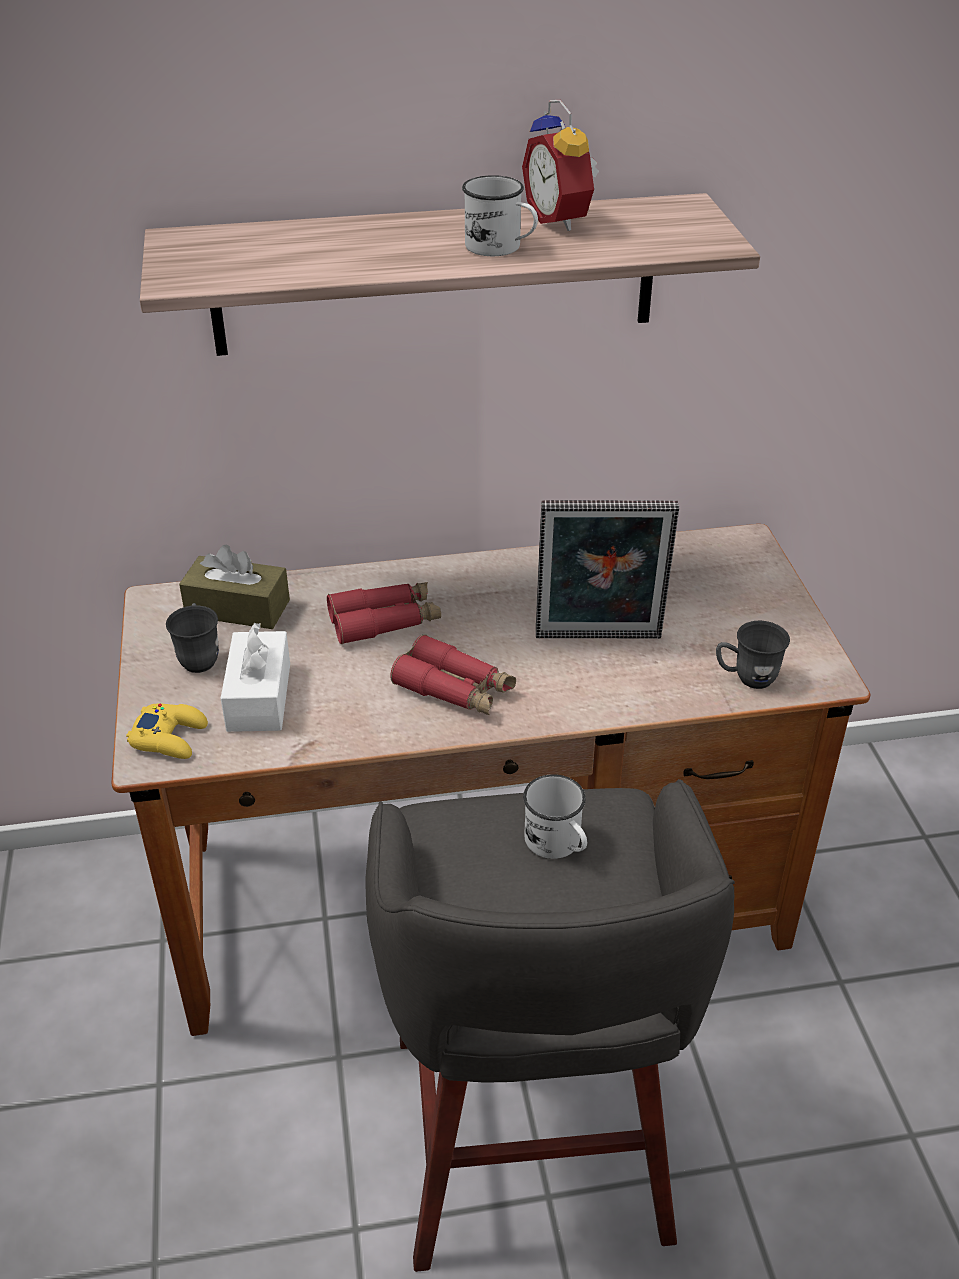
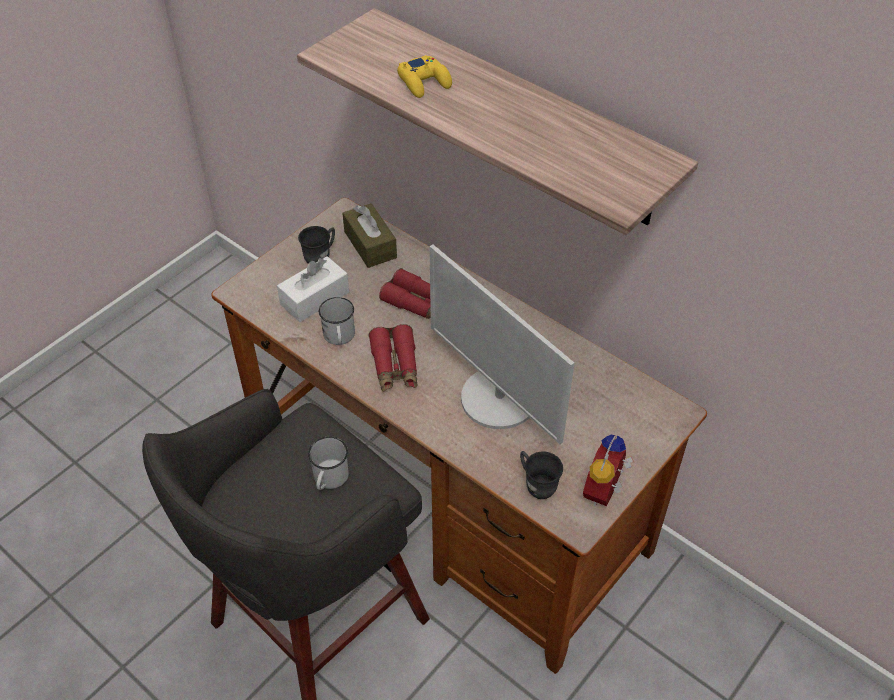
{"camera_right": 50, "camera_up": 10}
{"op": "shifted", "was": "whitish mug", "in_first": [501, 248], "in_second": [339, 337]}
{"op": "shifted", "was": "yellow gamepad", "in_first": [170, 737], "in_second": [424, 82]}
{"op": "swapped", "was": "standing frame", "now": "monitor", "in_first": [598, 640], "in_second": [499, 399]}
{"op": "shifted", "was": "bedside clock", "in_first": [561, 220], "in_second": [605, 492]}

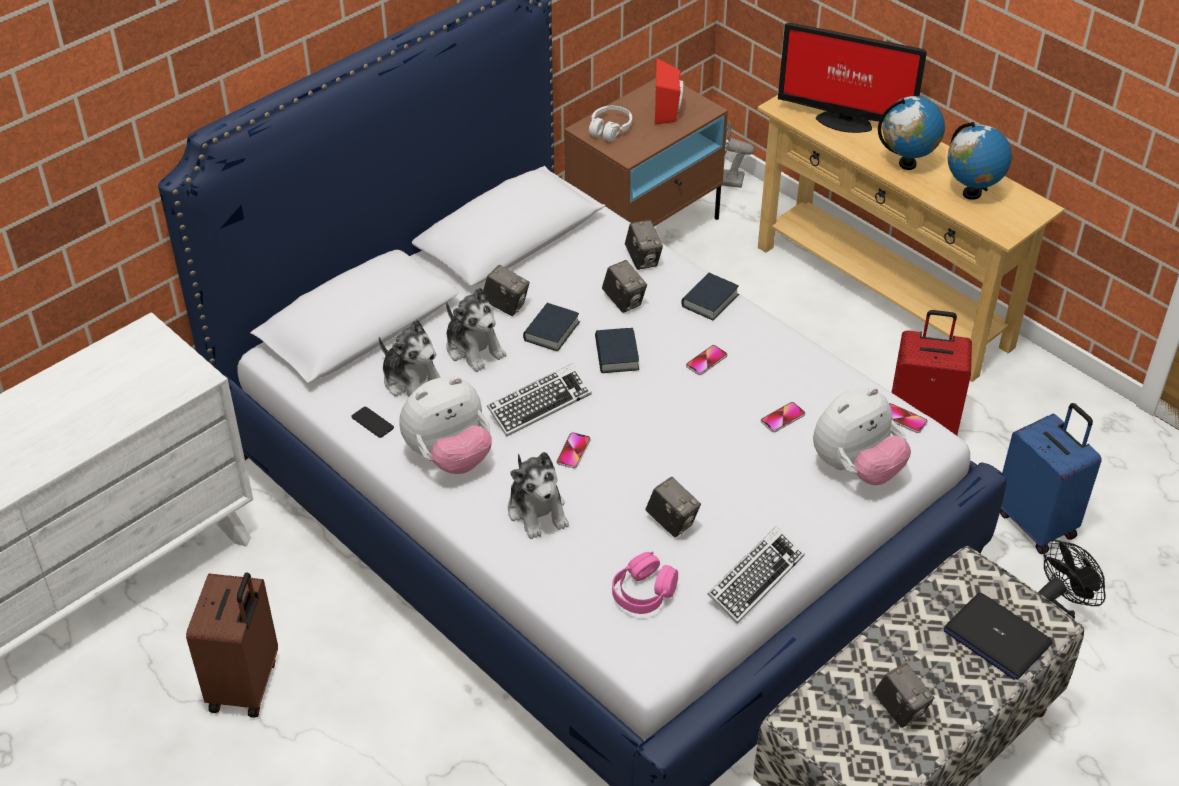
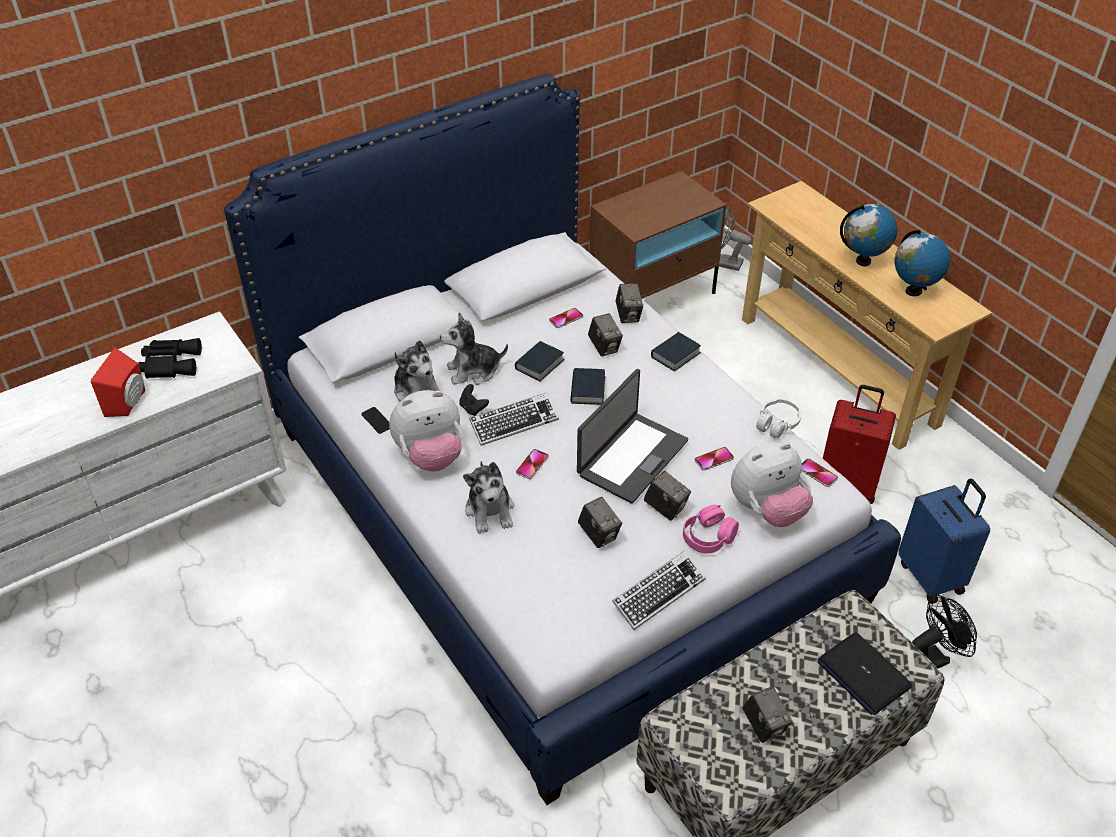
{"camera_right": 10, "camera_up": 0}
{"op": "shifted", "was": "reddish audio speaker", "in_first": [668, 111], "in_second": [129, 402]}
{"op": "new", "now": "black pair of binoculars", "in_second": [170, 363]}
{"op": "rotated", "was": "cuddly toy", "in_first": [474, 348], "in_second": [473, 371], "clockwise": 105}
{"op": "new", "now": "black gamepad", "in_second": [473, 408]}
{"op": "shifted", "was": "handset", "in_first": [706, 361], "in_second": [566, 318]}
{"op": "new", "now": "portable computer", "in_second": [631, 457]}
{"op": "shifted", "was": "photo camera", "in_first": [506, 305], "in_second": [666, 508]}
{"op": "shifted", "was": "pink headphones", "in_first": [643, 593], "in_second": [708, 537]}
{"op": "shifted", "was": "whitish headphones", "in_first": [610, 129], "in_second": [777, 423]}
{"op": "gone", "was": "brown piece of luggage", "in_first": [246, 685]}
{"op": "gone", "was": "monitor", "in_first": [843, 120]}

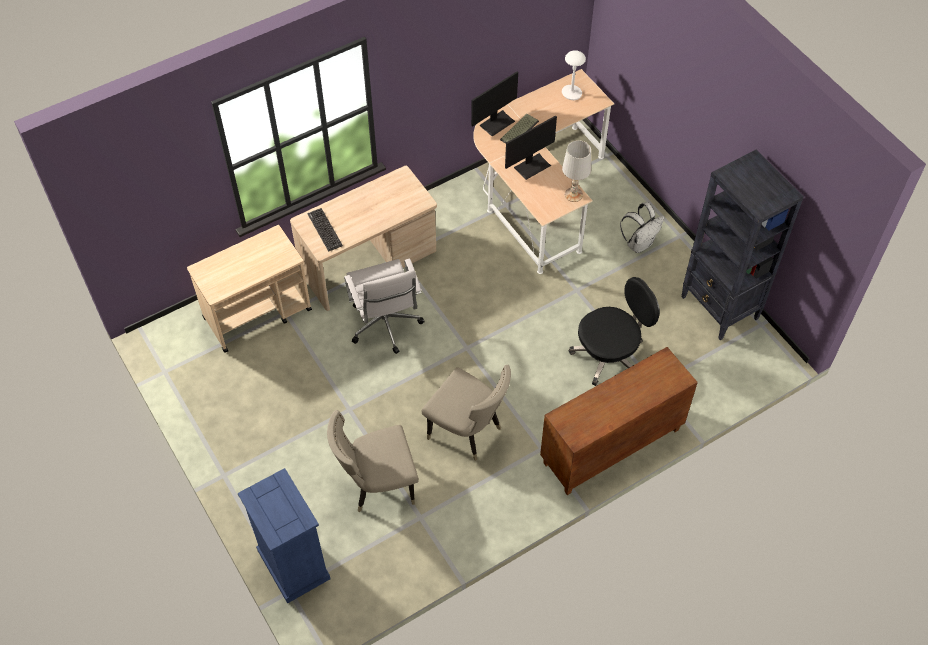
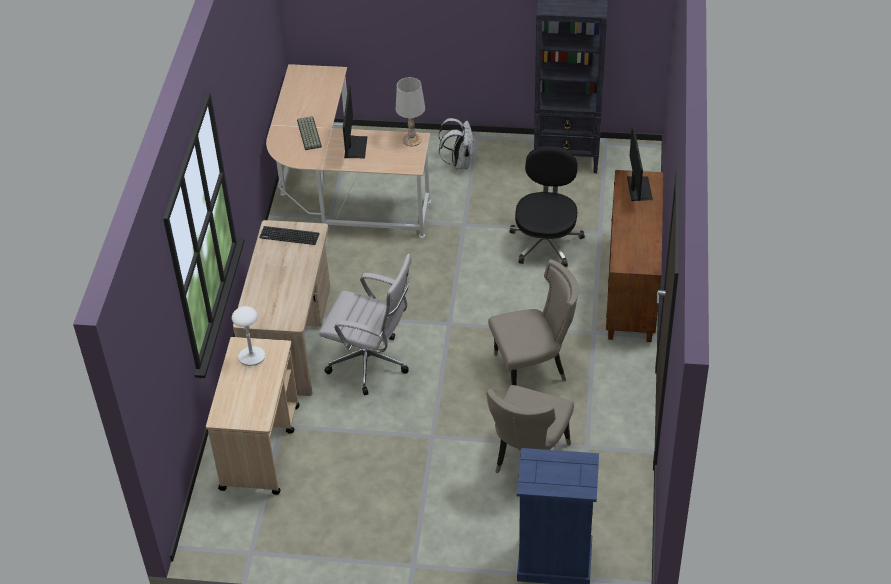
{"camera_right": -50, "camera_up": -10}
{"op": "shifted", "was": "whitish lamp for a table", "in_first": [571, 93], "in_second": [252, 357]}
{"op": "shifted", "was": "keyboard", "in_first": [325, 230], "in_second": [289, 236]}
{"op": "shifted", "was": "monitor", "in_first": [497, 122], "in_second": [638, 188]}

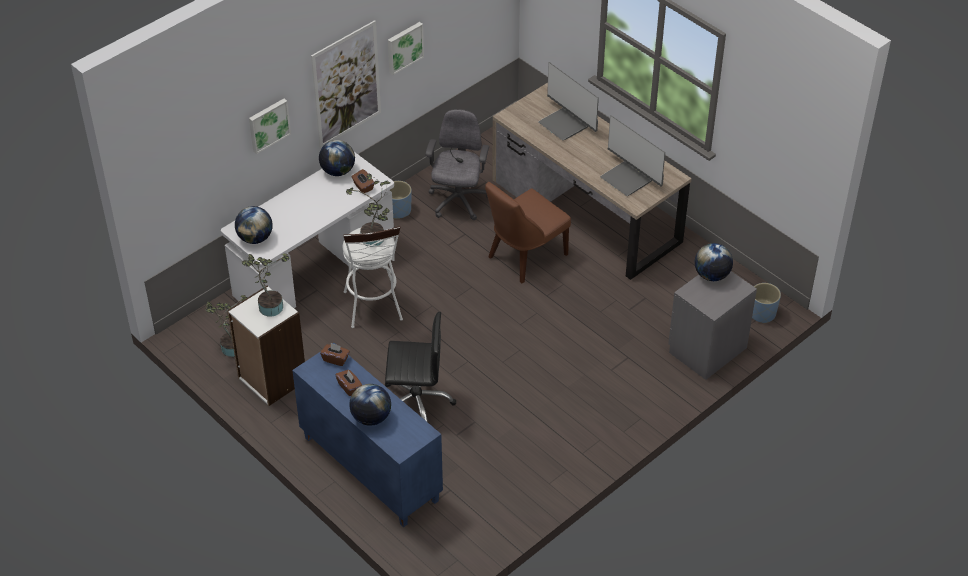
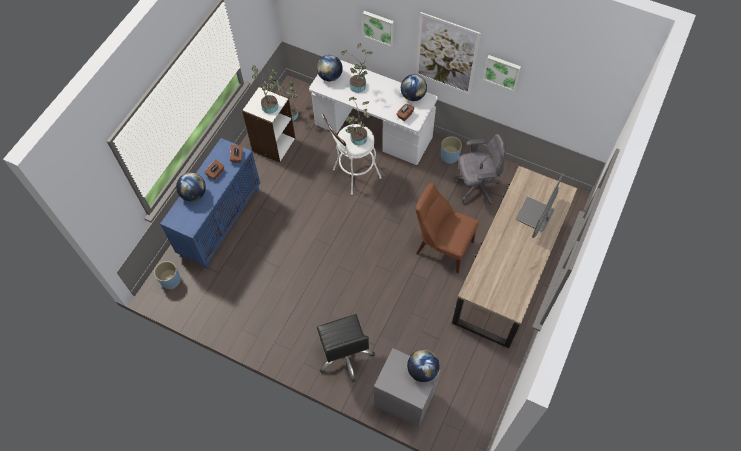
{"camera_right": 70, "camera_up": 15}
{"op": "shifted", "was": "bluish plant pot", "in_first": [762, 314], "in_second": [170, 280]}
{"op": "shifted", "was": "black desk chair", "in_first": [416, 402], "in_second": [345, 355]}
{"op": "new", "now": "houseplant", "in_second": [358, 87]}
{"op": "gone", "was": "monitor", "in_first": [627, 178]}

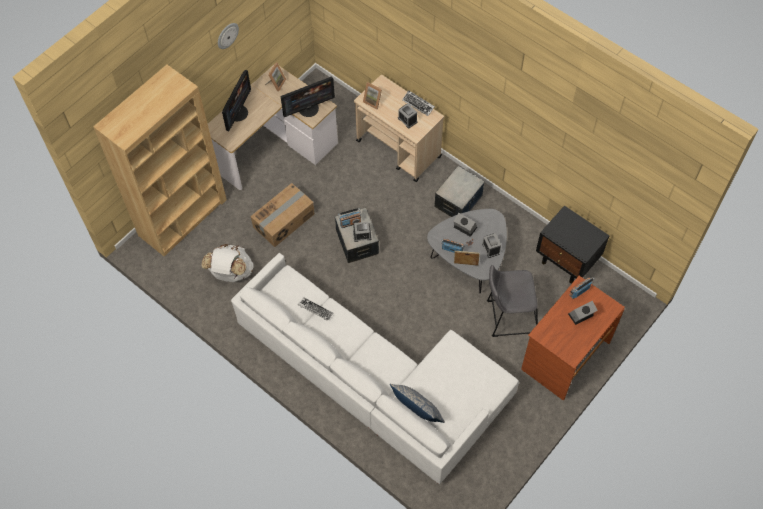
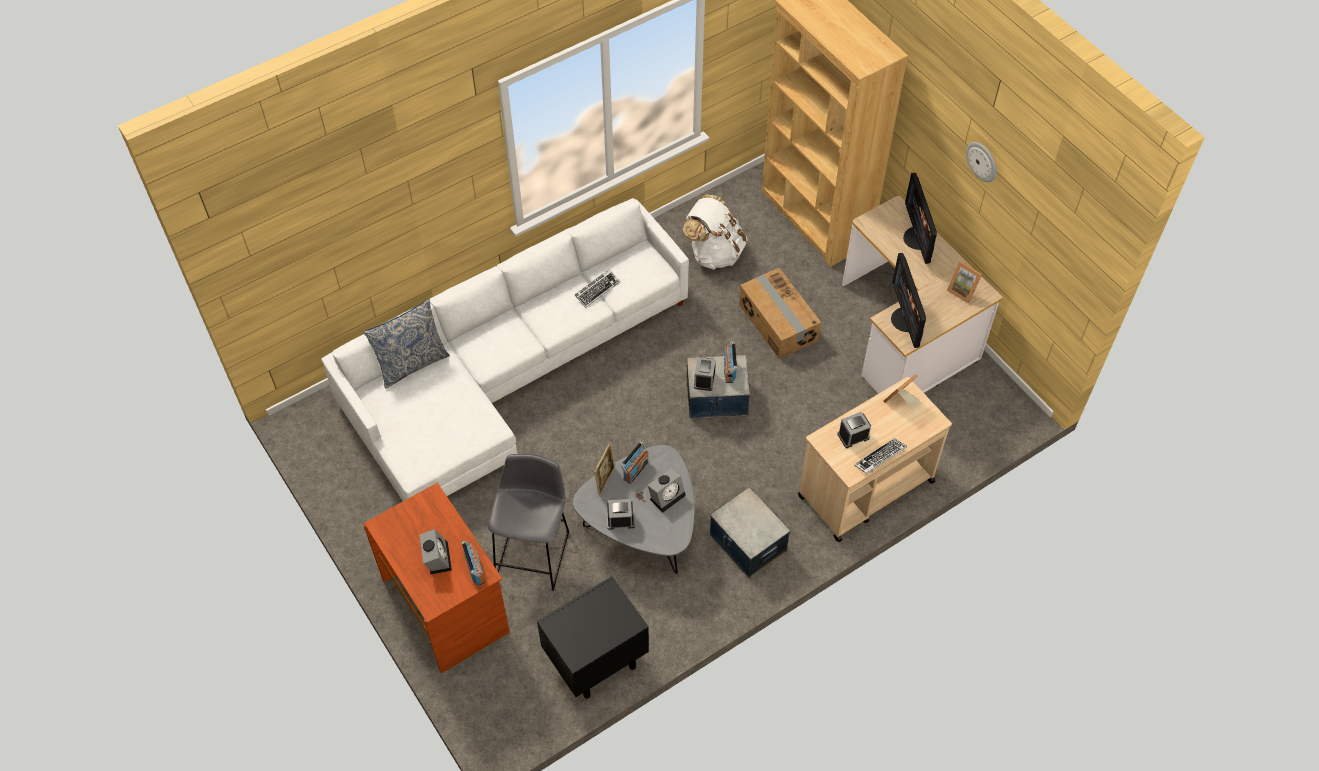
{"camera_right": 105, "camera_up": -5}
{"op": "rotated", "was": "monitor", "in_first": [237, 113], "in_second": [918, 238], "clockwise": 45}

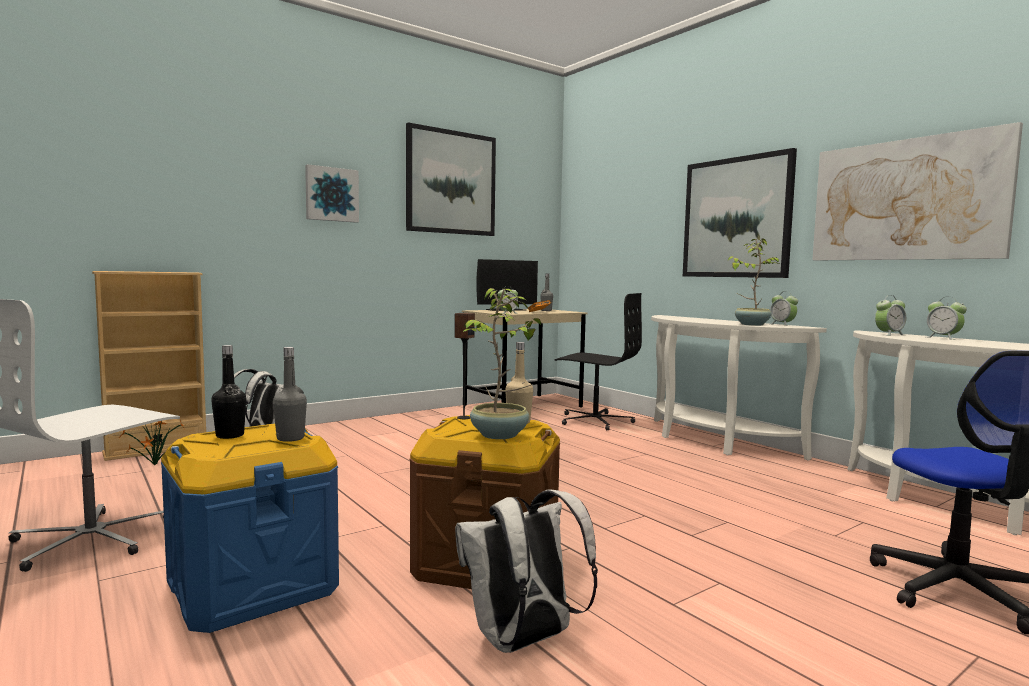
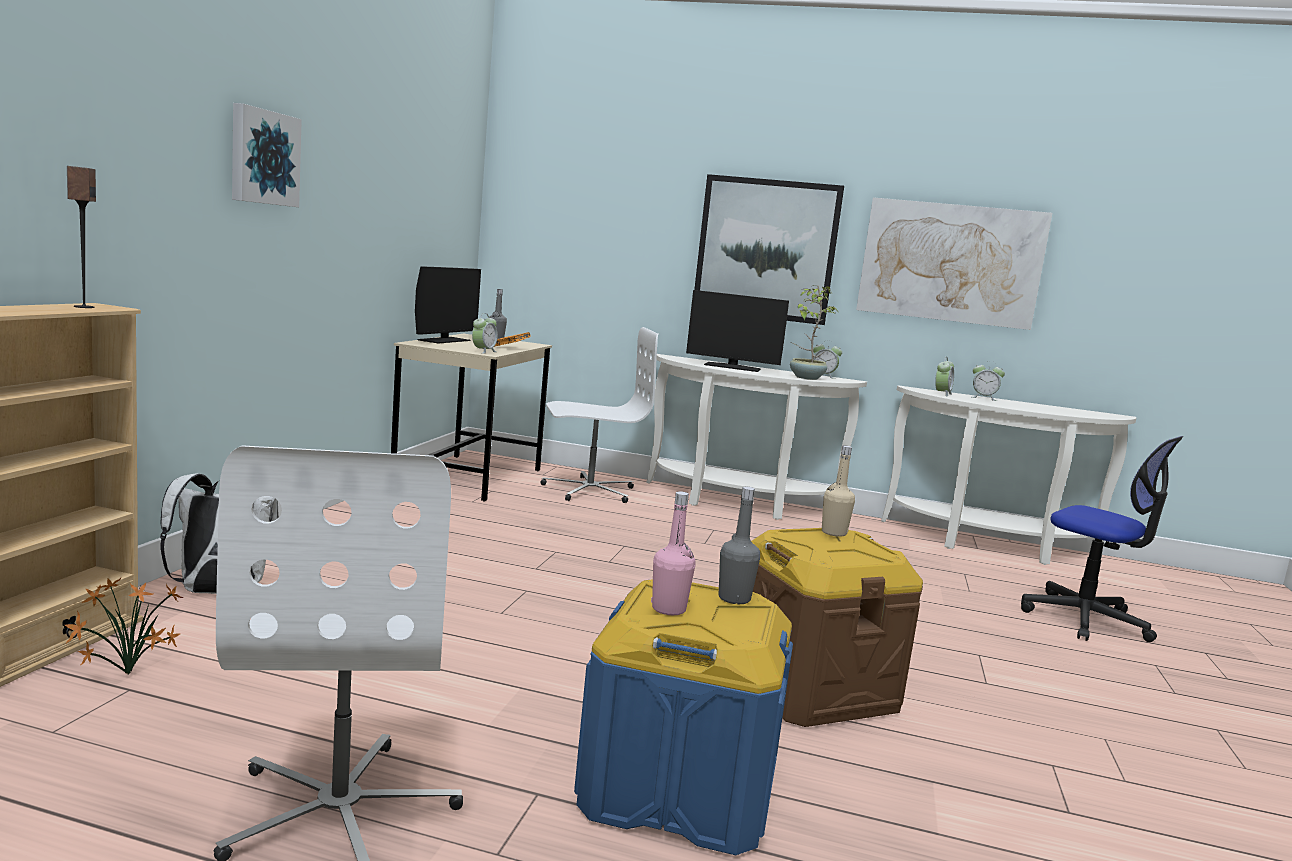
{"camera_right": -40, "camera_up": 5}
{"op": "shifted", "was": "audio speaker", "in_first": [463, 417], "in_second": [83, 307]}
{"op": "repainted", "was": "black desk chair", "now": "whitish desk chair", "in_first": [595, 421], "in_second": [589, 490]}
{"op": "repainted", "was": "black bottle", "now": "pink bottle", "in_first": [230, 435], "in_second": [668, 609]}
{"op": "new", "now": "monitor", "in_second": [732, 367]}
{"op": "gone", "was": "wall picture", "in_first": [451, 182]}
{"op": "gone", "was": "whitish backpack", "in_first": [523, 641]}
{"op": "gone", "was": "houseplant", "in_first": [500, 435]}

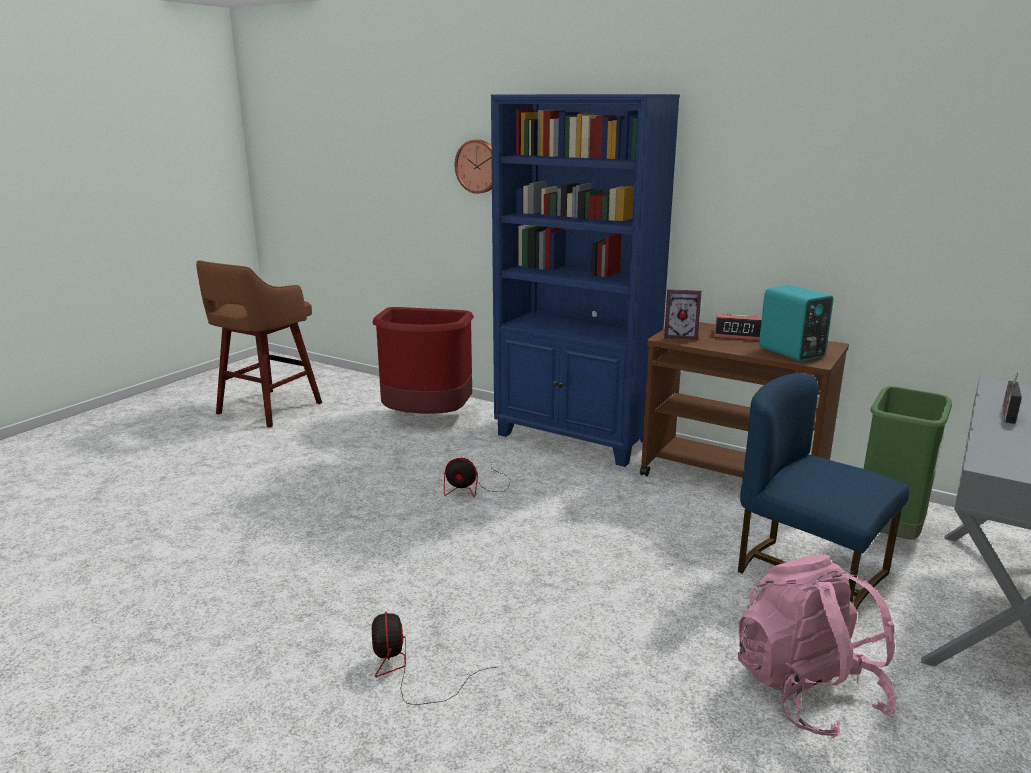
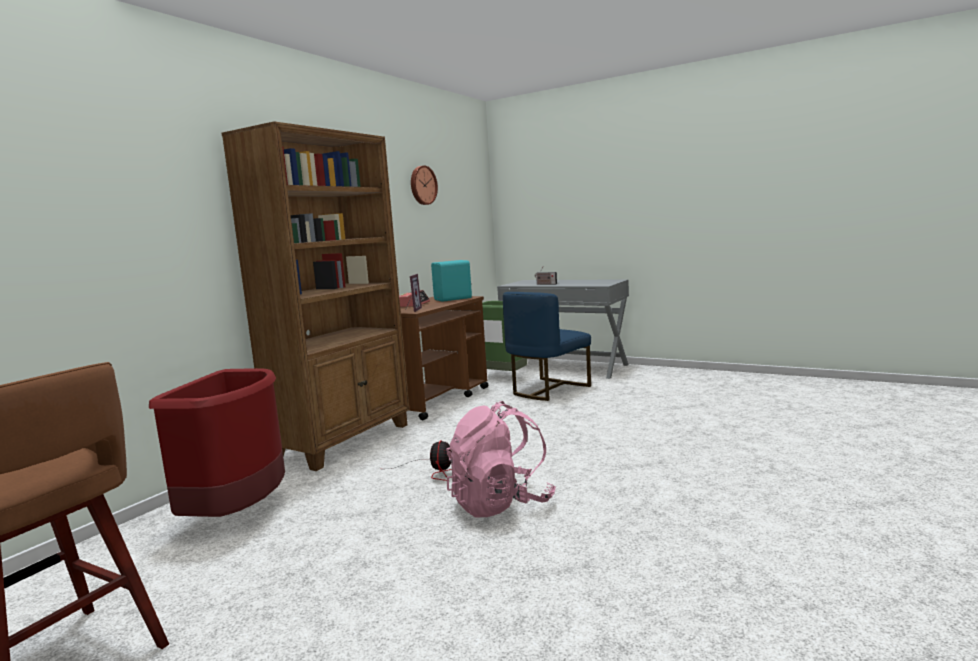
{"camera_right": -90, "camera_up": -10}
{"op": "repainted", "was": "bluish bookcase", "now": "brown bookcase", "in_first": [575, 439], "in_second": [344, 441]}
{"op": "shifted", "was": "wall clock", "in_first": [479, 166], "in_second": [422, 185]}
{"op": "shifted", "was": "pink backpack", "in_first": [807, 691], "in_second": [500, 503]}
{"op": "gone", "was": "fan", "in_first": [407, 671]}

